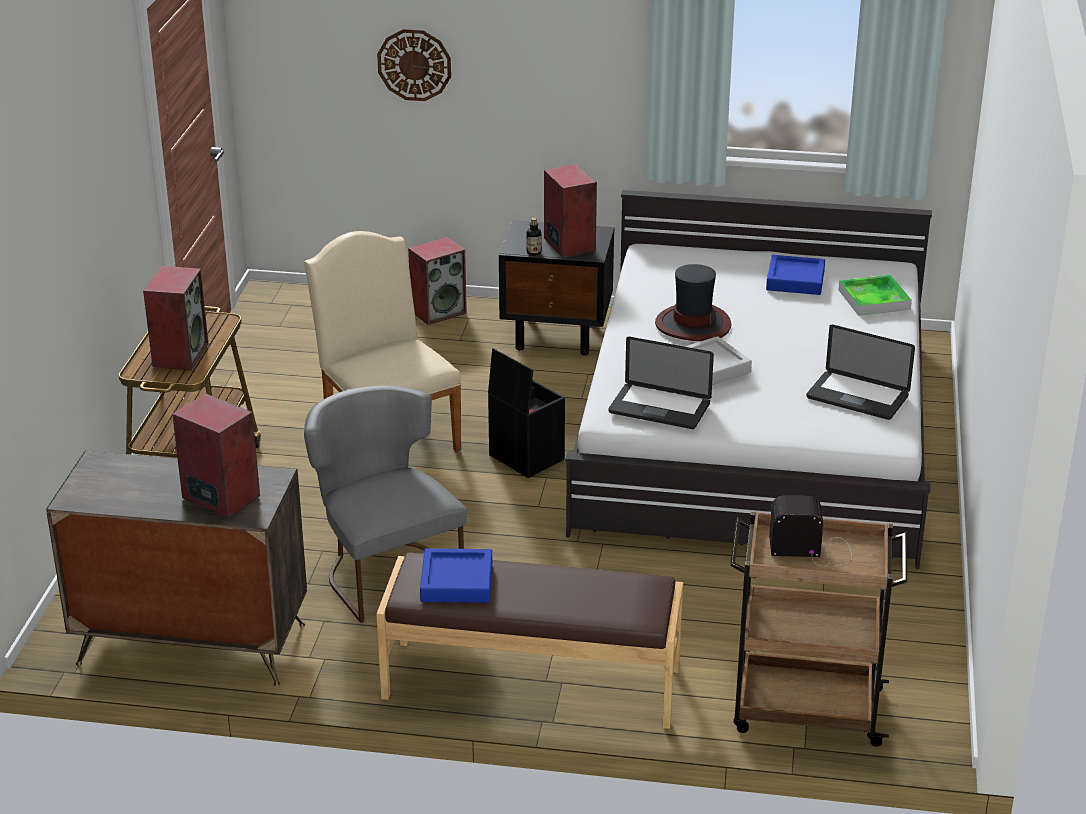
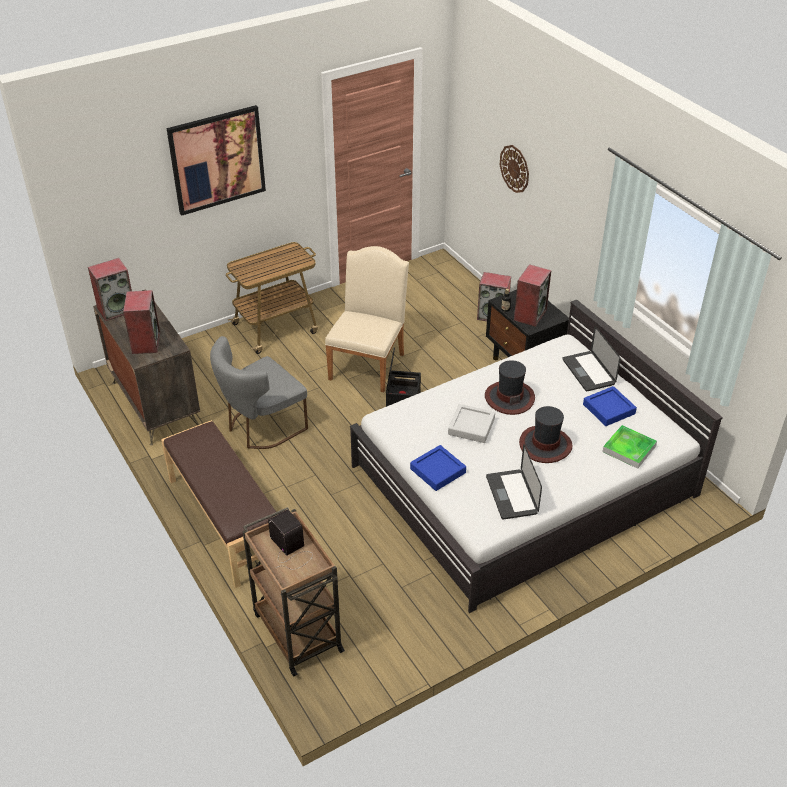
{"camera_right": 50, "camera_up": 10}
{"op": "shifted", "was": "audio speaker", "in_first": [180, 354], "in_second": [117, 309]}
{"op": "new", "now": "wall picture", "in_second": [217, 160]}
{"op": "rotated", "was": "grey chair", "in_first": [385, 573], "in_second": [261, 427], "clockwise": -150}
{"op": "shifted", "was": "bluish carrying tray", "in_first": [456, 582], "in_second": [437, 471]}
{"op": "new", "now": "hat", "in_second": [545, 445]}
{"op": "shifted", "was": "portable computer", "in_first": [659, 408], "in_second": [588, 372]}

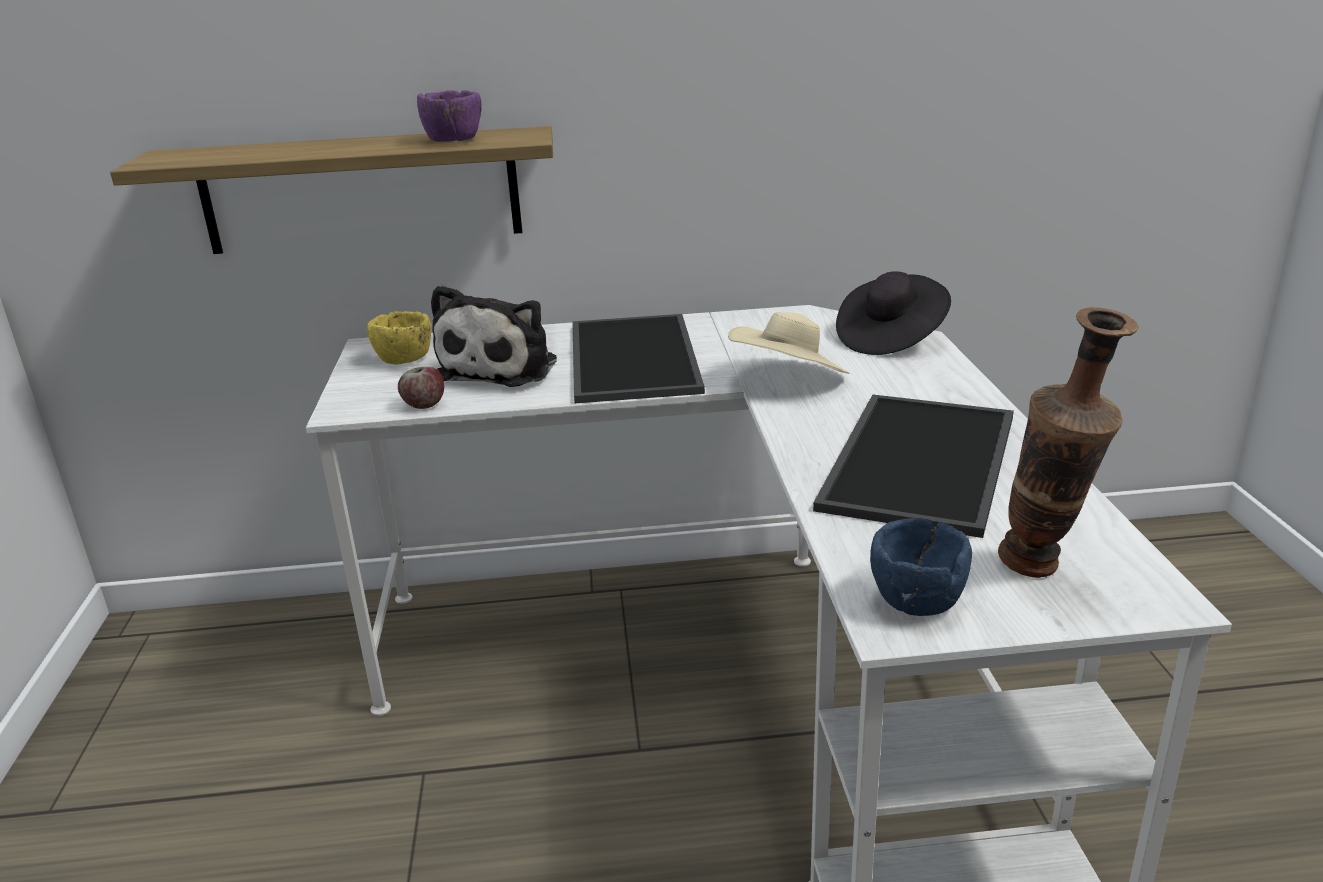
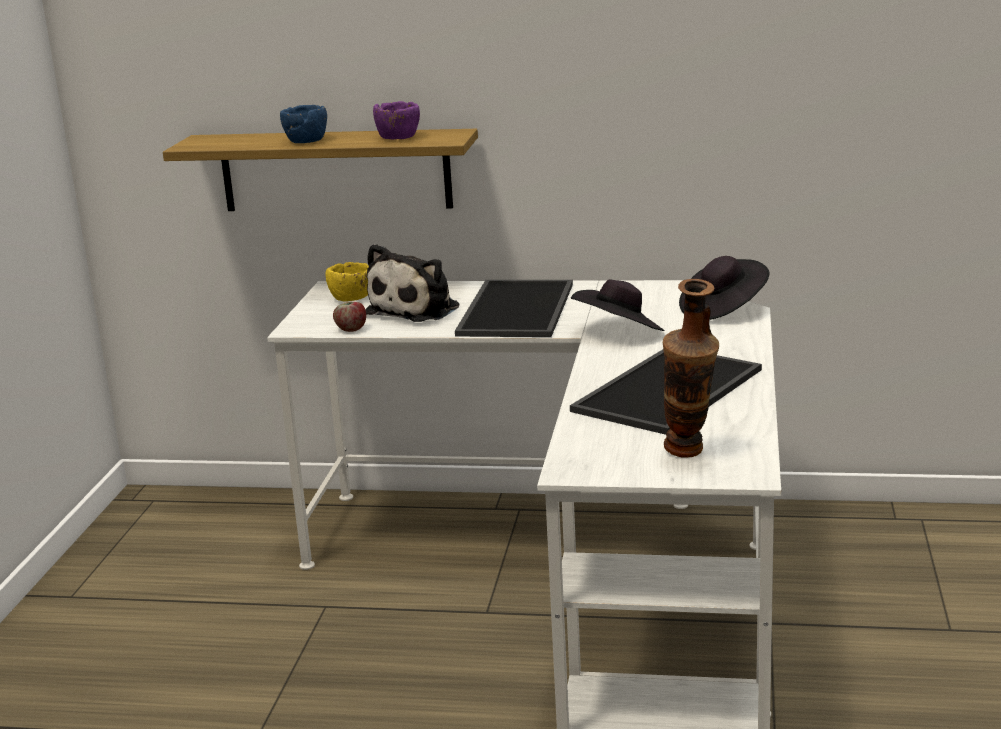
{"camera_right": 15, "camera_up": -5}
{"op": "shifted", "was": "bluish serving bowl", "in_first": [917, 599], "in_second": [306, 141]}
{"op": "repainted", "was": "beige-coloured hat", "now": "black hat", "in_first": [789, 380], "in_second": [619, 333]}

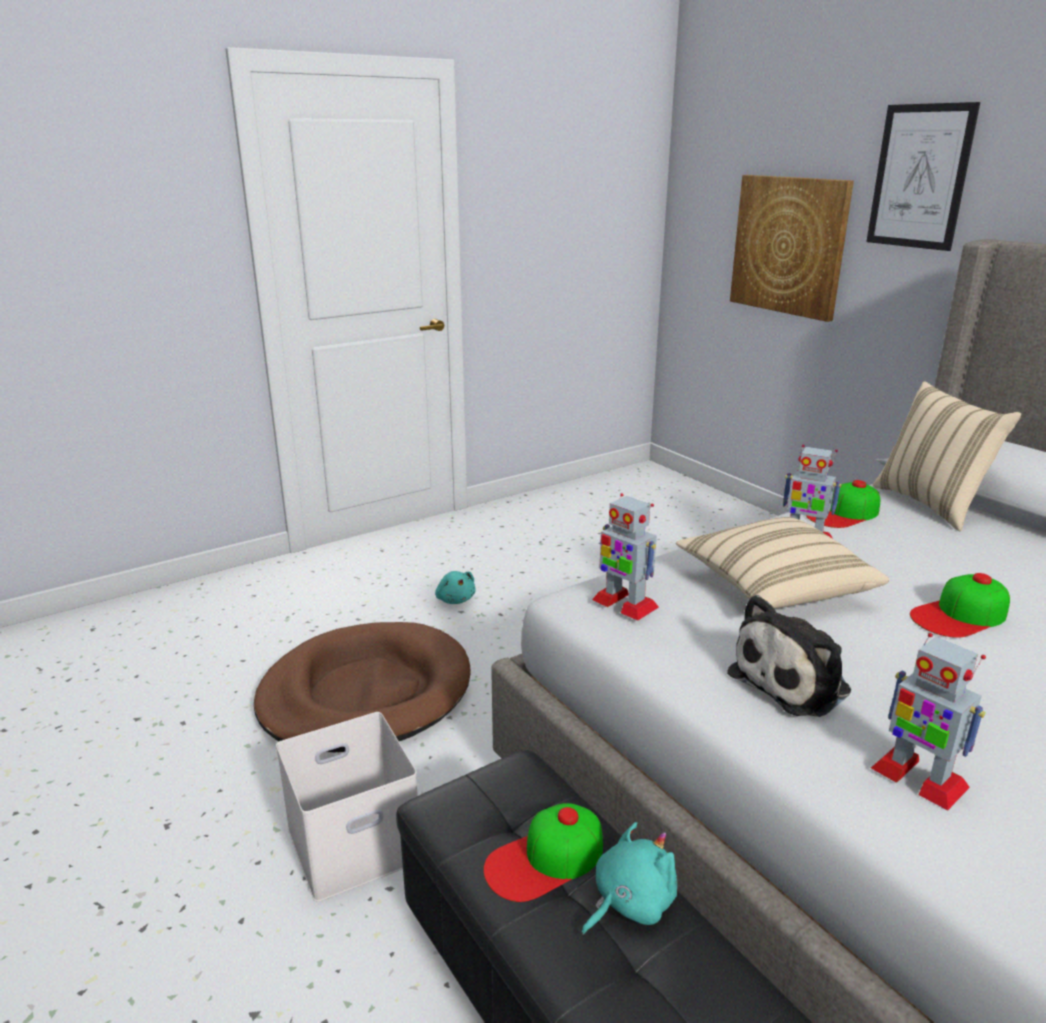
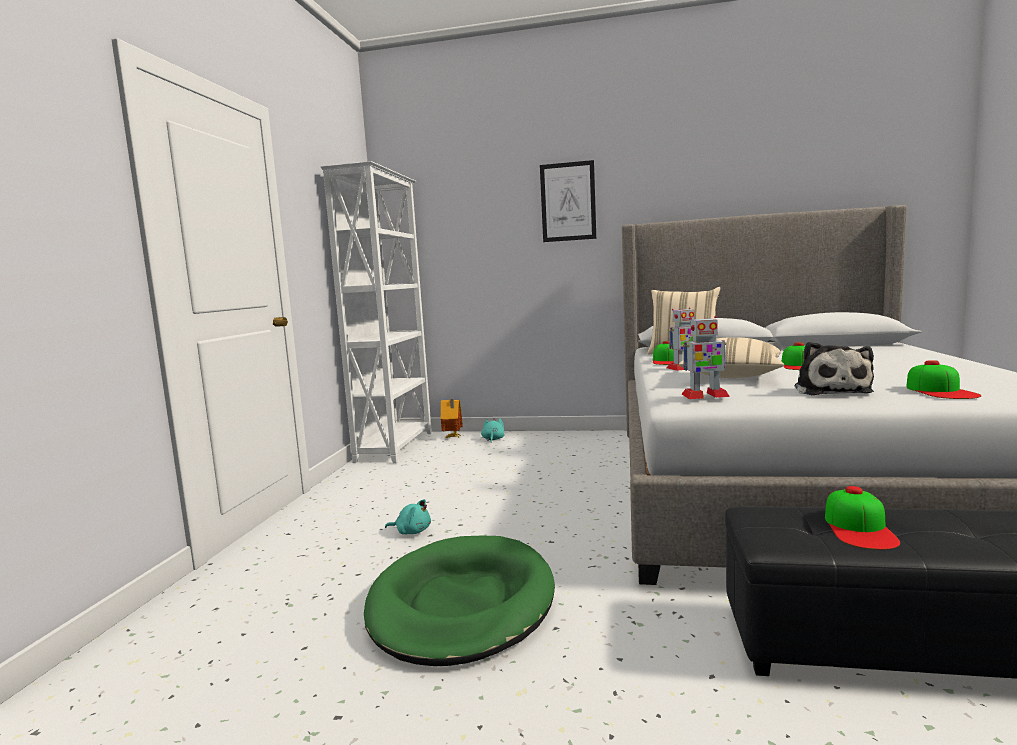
{"camera_right": -45, "camera_up": -15}
{"op": "new", "now": "whitish bookcase", "in_second": [396, 446]}
{"op": "repainted", "was": "brown dog cushion", "now": "green-coloured dog cushion", "in_first": [365, 693], "in_second": [461, 604]}
{"op": "new", "now": "miniature house", "in_second": [452, 437]}
{"op": "shifted", "was": "turquoise cuddly toy", "in_first": [629, 903], "in_second": [493, 439]}
{"op": "swapped", "was": "model robot", "now": "baseball cap", "in_first": [917, 777], "in_second": [941, 391]}
{"op": "gone", "was": "whitish storage bin", "in_first": [352, 846]}
{"op": "gone", "was": "wall picture", "in_first": [789, 245]}

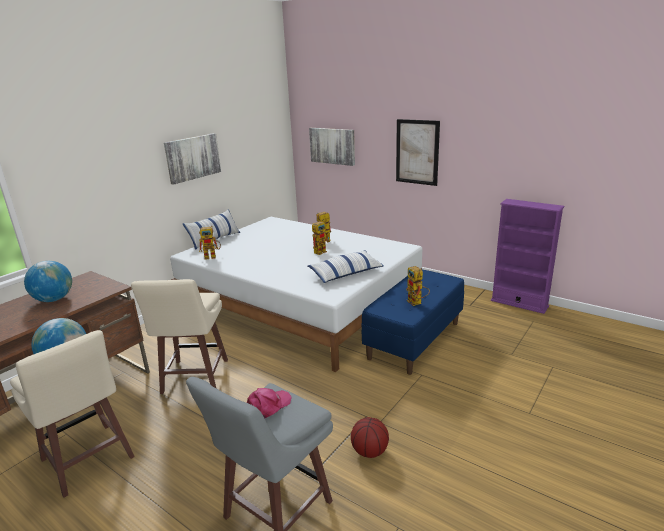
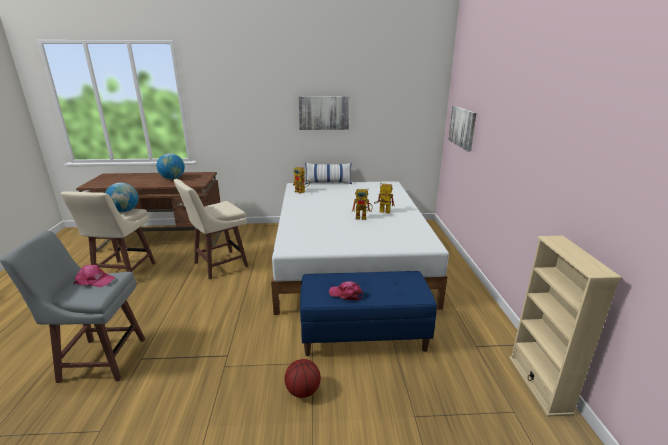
{"camera_right": 50, "camera_up": 0}
{"op": "shifted", "was": "basketball ball", "in_first": [369, 451], "in_second": [302, 391]}
{"op": "swapped", "was": "model robot", "now": "pink baseball cap", "in_first": [417, 303], "in_second": [346, 294]}
{"op": "repainted", "was": "purplish bookcase", "now": "beige-coloured bookcase", "in_first": [519, 303], "in_second": [539, 384]}
{"op": "gone", "was": "cushion", "in_first": [346, 273]}
{"op": "gone", "was": "wall picture", "in_first": [417, 152]}

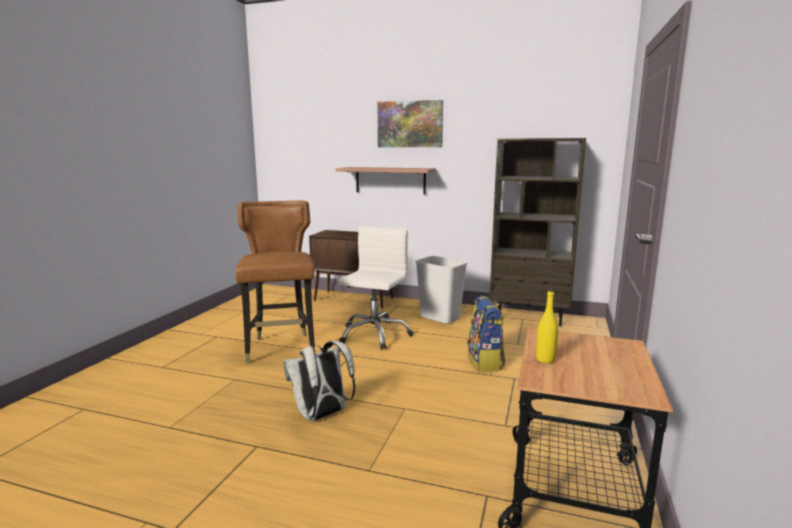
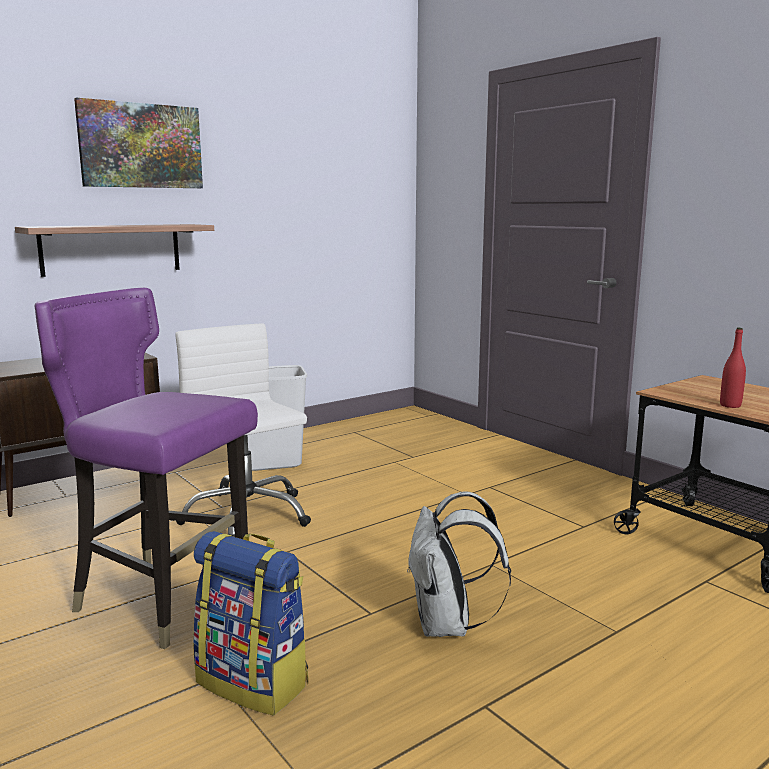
{"camera_right": -55, "camera_up": 0}
{"op": "repainted", "was": "brown chair", "now": "purplish chair", "in_first": [282, 349], "in_second": [164, 599]}
{"op": "shifted", "was": "backpack", "in_first": [485, 362], "in_second": [254, 682]}
{"op": "repainted", "was": "yellow bottle", "now": "reddish bottle", "in_first": [545, 359], "in_second": [730, 405]}
{"op": "gone", "was": "brown bookcase", "in_first": [529, 317]}

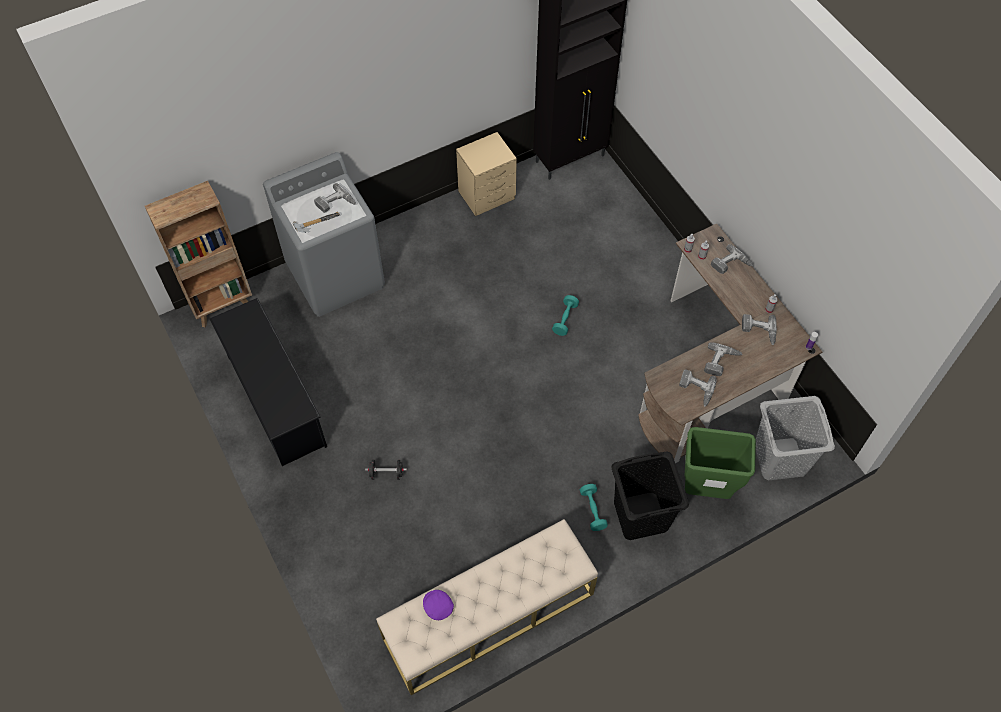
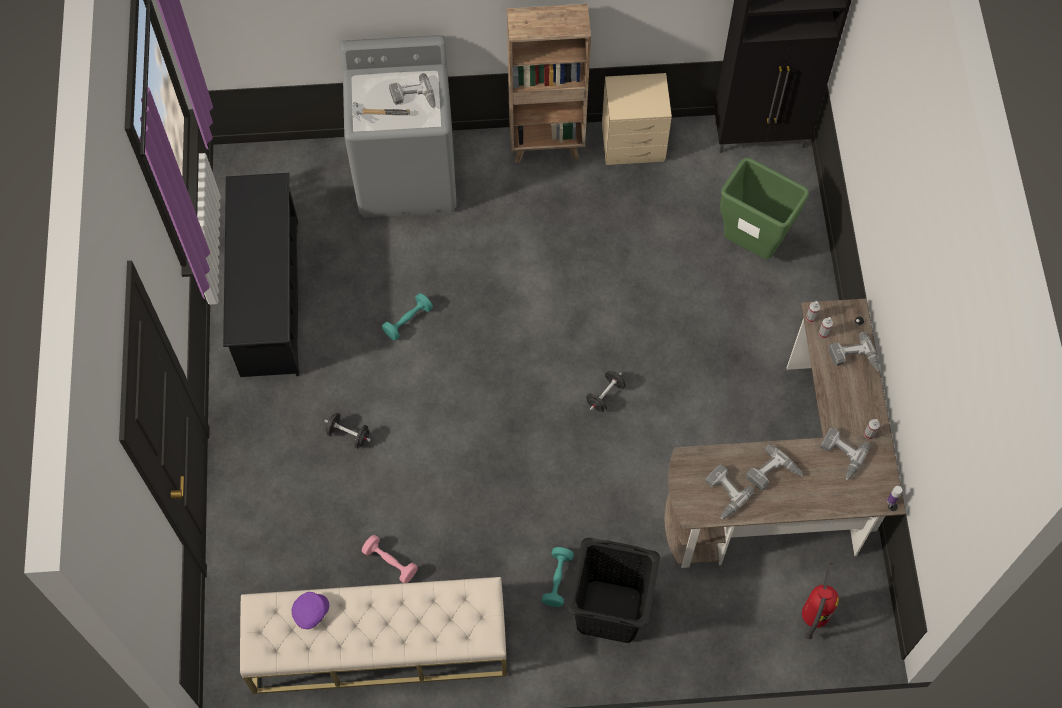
{"camera_right": 25, "camera_up": 5}
{"op": "rotated", "was": "purplish baseball cap", "in_first": [437, 606], "in_second": [310, 611], "clockwise": 60}
{"op": "new", "now": "pink hand weight", "in_second": [390, 562]}
{"op": "shifted", "was": "turquoise hand weight", "in_first": [565, 319], "in_second": [408, 321]}
{"op": "shifted", "was": "brown bookcase", "in_first": [223, 305], "in_second": [547, 145]}
{"op": "new", "now": "black hand weight", "in_second": [605, 396]}
{"op": "shifted", "was": "green-coloured waste bin", "in_first": [706, 489], "in_second": [752, 245]}
{"op": "swapped", "was": "grey laundry basket", "now": "fire-fighting cylinder", "in_first": [779, 458], "in_second": [812, 617]}

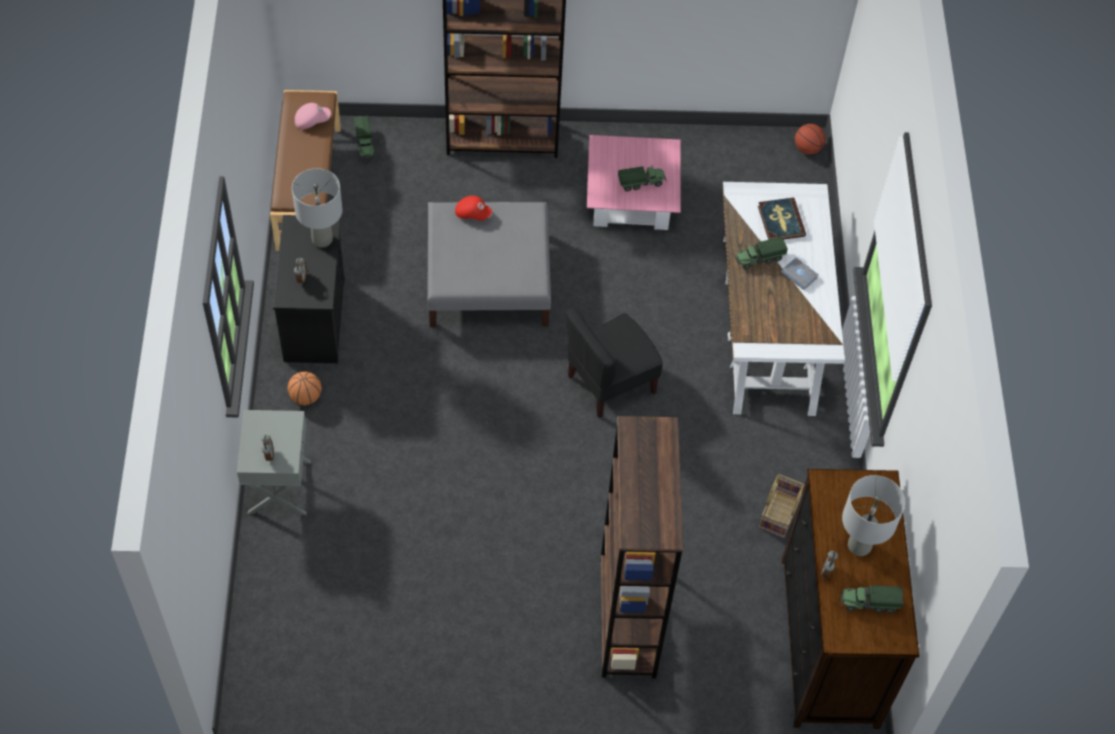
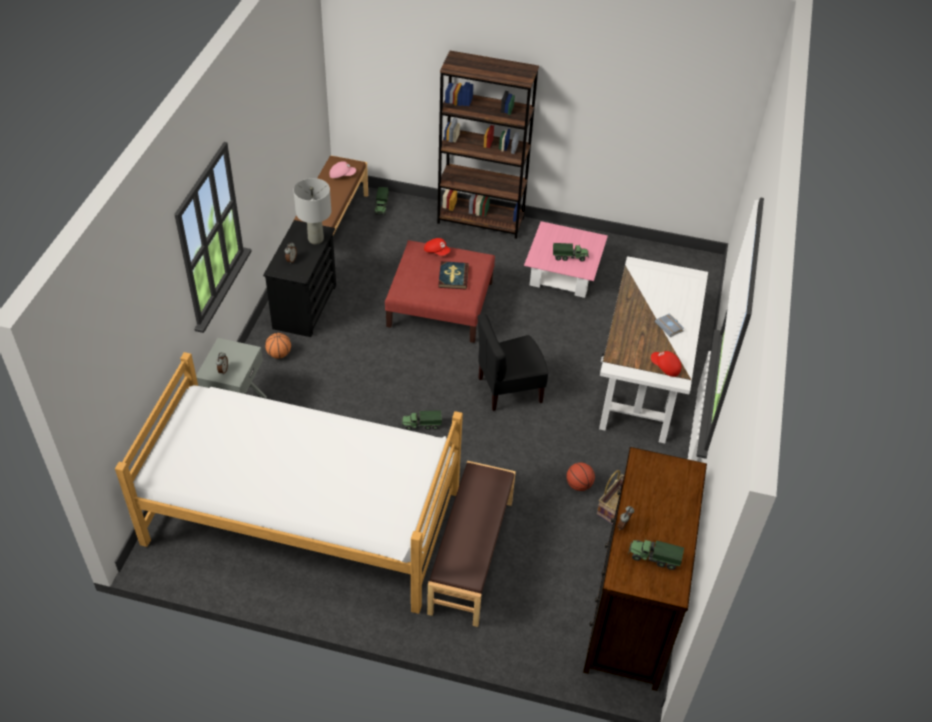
{"camera_right": 15, "camera_up": -10}
{"op": "new", "now": "sleeping bed", "in_second": [303, 516]}
{"op": "repainted", "was": "grey ottoman", "now": "reddish ottoman", "in_first": [487, 278], "in_second": [440, 304]}
{"op": "shifted", "was": "toy lorry", "in_first": [759, 259], "in_second": [421, 425]}
{"op": "swapped", "was": "brown bookcase", "now": "brown long seat", "in_first": [627, 616], "in_second": [470, 556]}
{"op": "shifted", "was": "book", "in_first": [780, 221], "in_second": [453, 277]}
{"op": "shifted", "was": "basketball ball", "in_first": [807, 148], "in_second": [578, 485]}
{"op": "new", "now": "reddish baseball cap", "in_second": [665, 367]}
{"op": "gone", "was": "grey lamp for a table", "in_first": [859, 546]}

